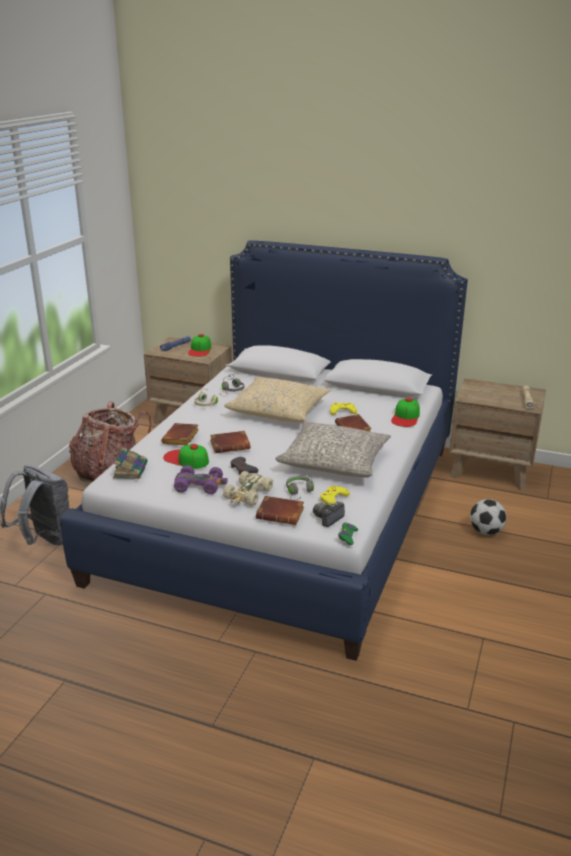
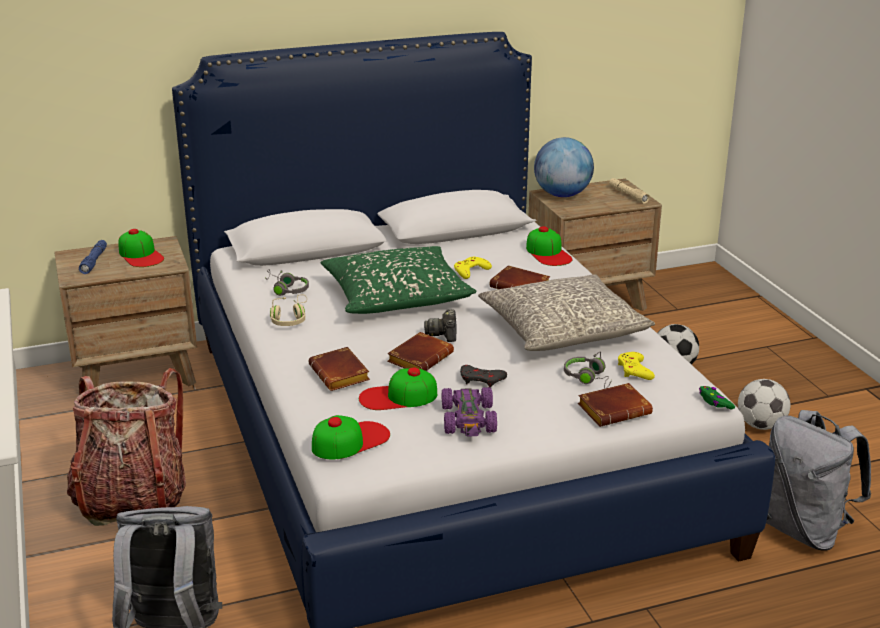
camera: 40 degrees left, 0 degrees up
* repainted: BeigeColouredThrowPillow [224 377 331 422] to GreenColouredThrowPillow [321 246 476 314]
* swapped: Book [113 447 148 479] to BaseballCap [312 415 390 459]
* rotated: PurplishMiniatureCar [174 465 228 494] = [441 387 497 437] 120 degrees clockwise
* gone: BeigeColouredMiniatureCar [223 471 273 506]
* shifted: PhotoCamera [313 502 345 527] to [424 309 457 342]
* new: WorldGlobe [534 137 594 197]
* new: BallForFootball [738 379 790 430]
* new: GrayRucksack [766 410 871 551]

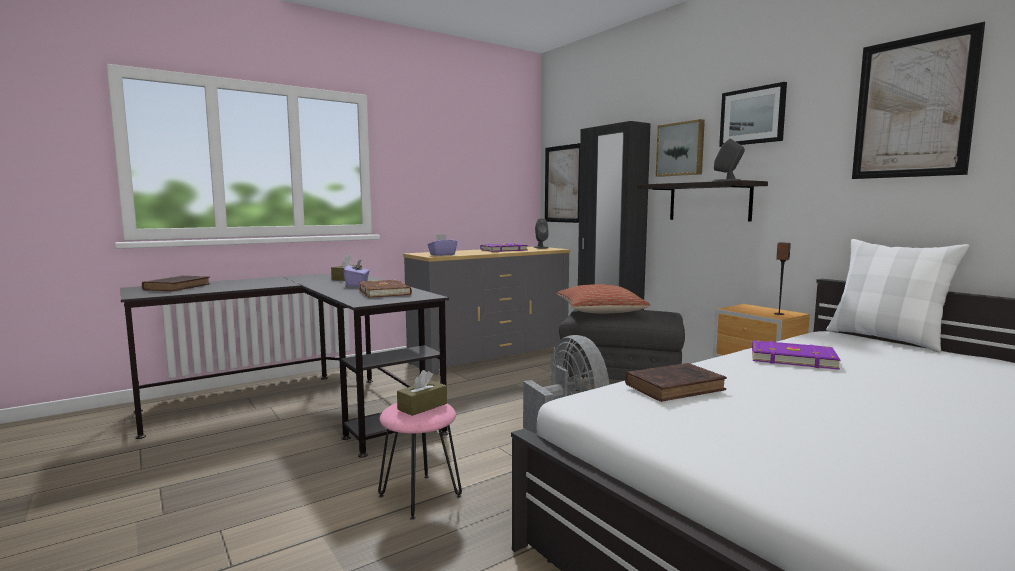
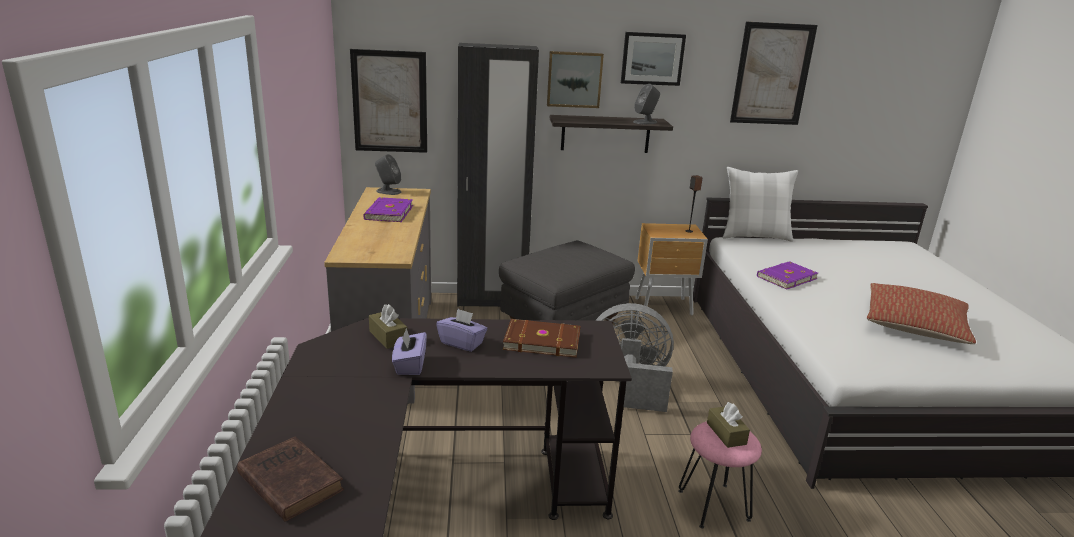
camera: 60 degrees left, 15 degrees up
* shifted: PurplishBoxOfTissues [427 234 457 256] to [392 328 427 375]
* shifted: ThrowPillow [557 284 651 313] to [867 283 976 344]
* gone: BrownColouredBook [625 363 727 402]

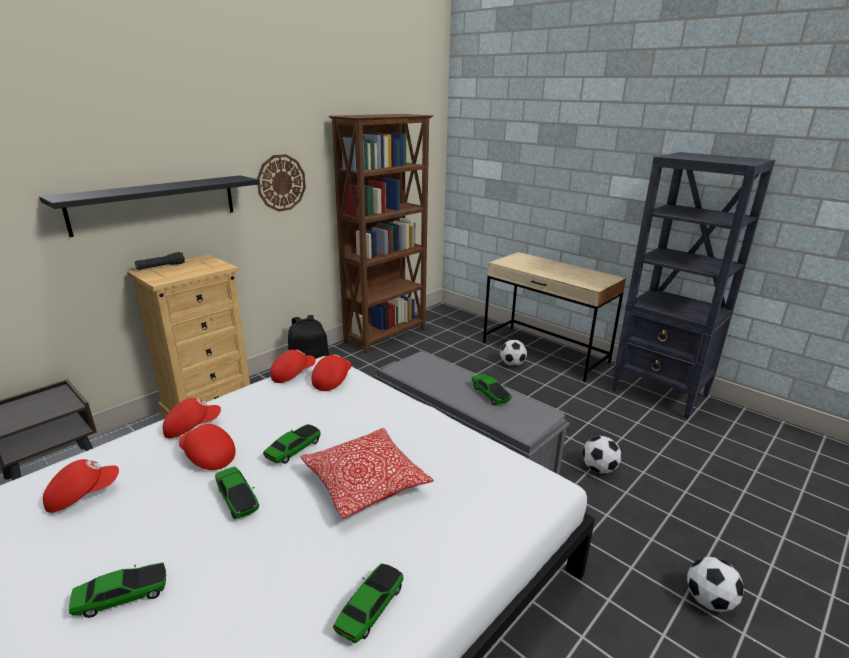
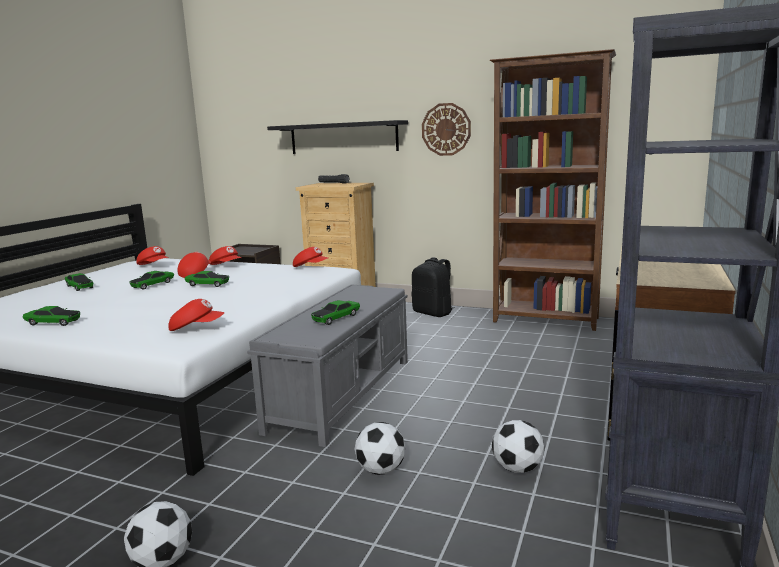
camera: 70 degrees right, 10 degrees down
* shifted: BallForFootball [500 340 527 366] to [492 420 544 473]
* shifted: RedBaseballCap [311 354 351 391] to [168 299 225 331]
* gone: ThrowPillow [300 428 434 519]

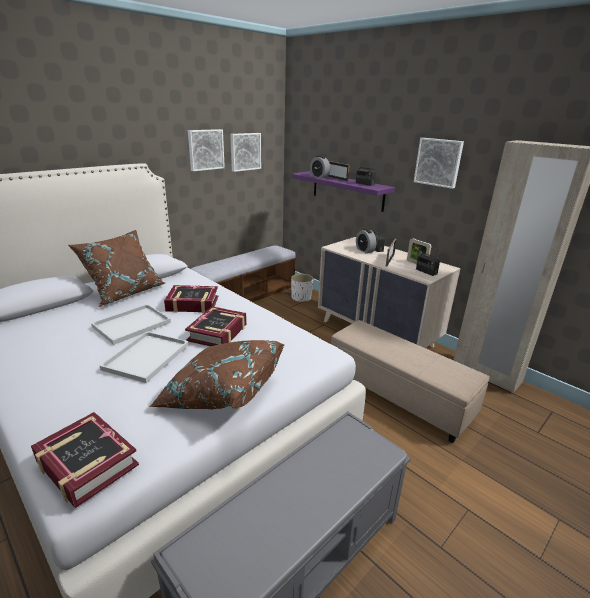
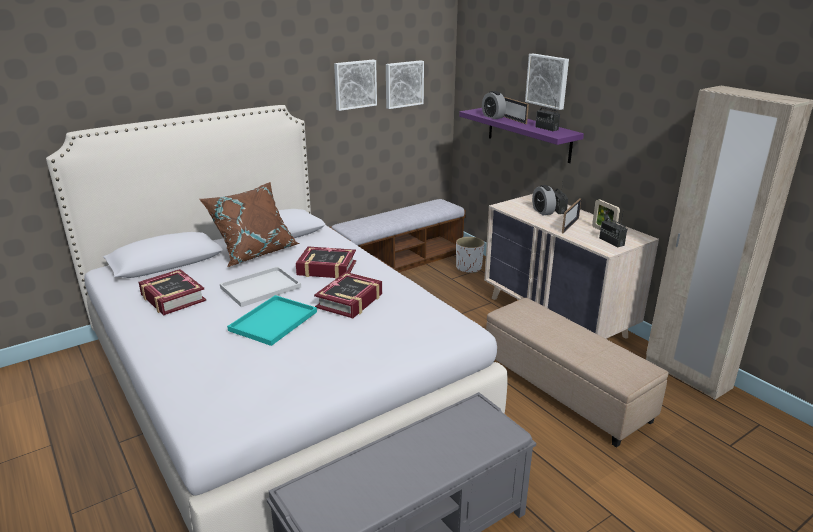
camera: 10 degrees right, 0 degrees up
* shifted: Picture [414 138 464 189] to [525 54 569 110]
* repainted: WhiteColouredServingTray [100 332 189 383] to TurquoiseColouredServingTray [227 295 317 346]
* gone: BrownColouredThrowPillow [149 340 285 409]
* shifted: Book [31 412 139 508] to [139 269 206 315]

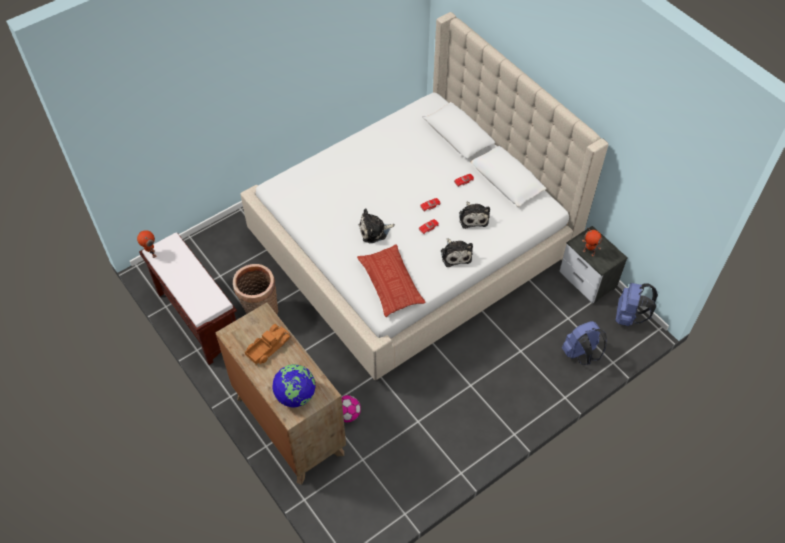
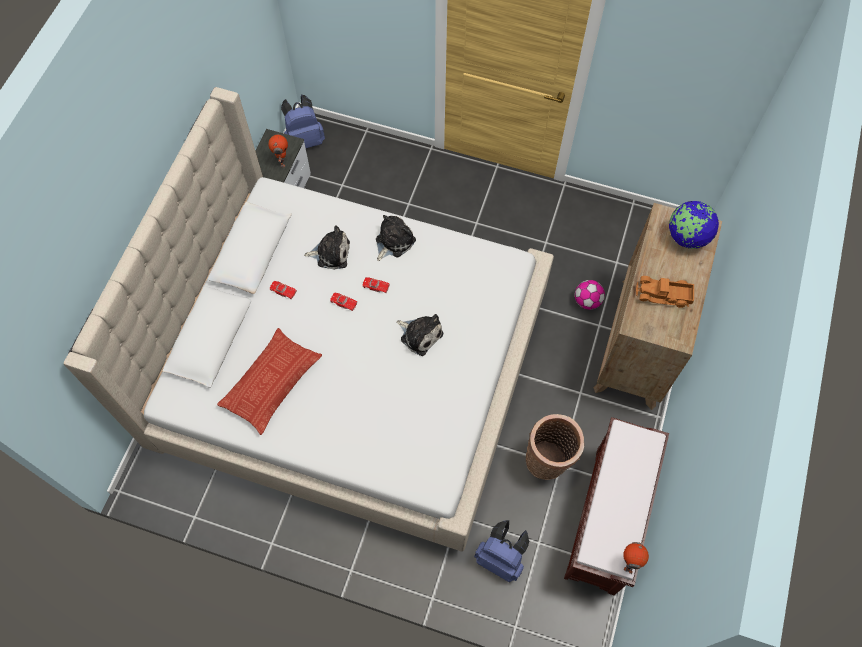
camera: 125 degrees left, 10 degrees up
* rotated: CuddlyToy [459 202 490 229] = [304 225 350 270] 45 degrees clockwise
* shifted: ThrowPillow [357 244 426 317] to [217 328 322 435]
* shifted: BlueColouredRucksack [562 321 607 365] to [474 520 529 582]

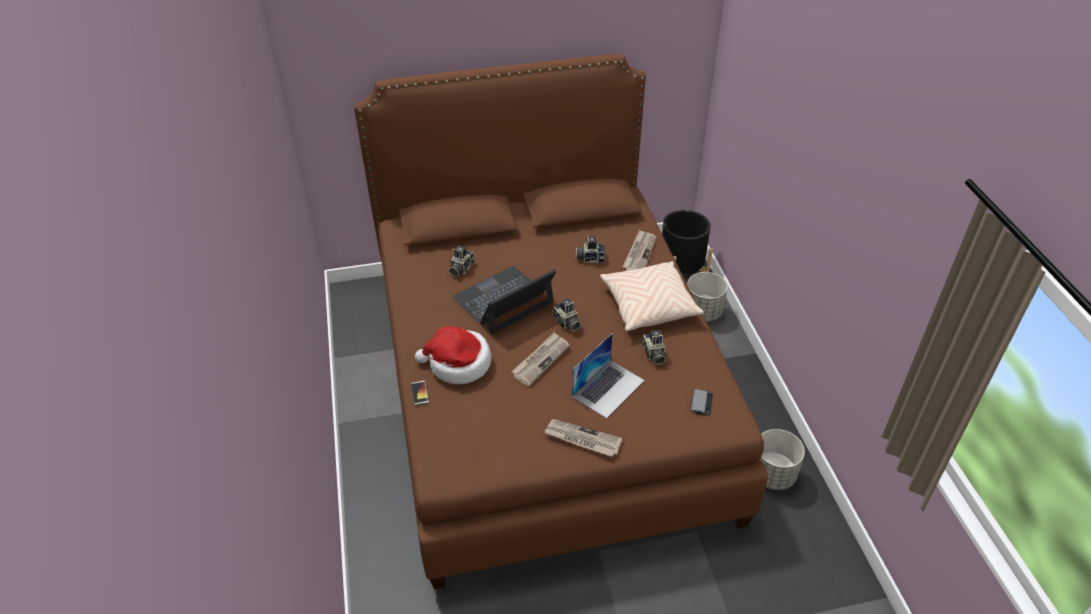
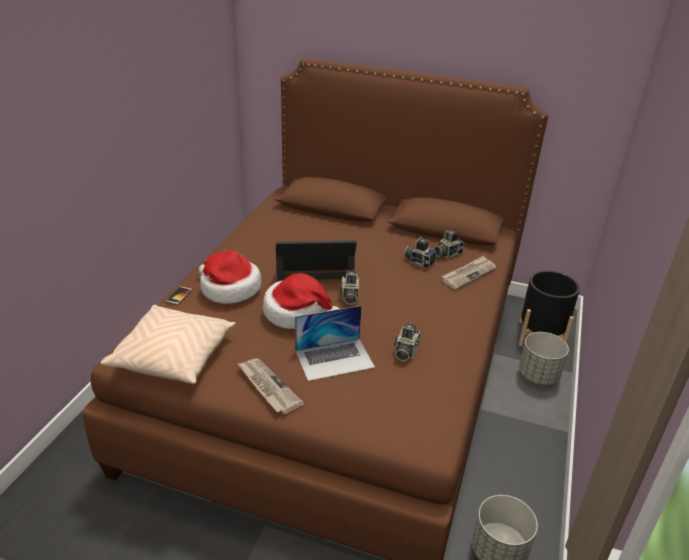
camera: 30 degrees right, 10 degrees down
* shifted: PhotoCamera [449 245 474 277] to [434 230 464 258]
* shifted: BeigeColouredThrowPillow [600 261 703 331] to [100 305 236 384]
* swapped: PrintedPaper [511 332 569 386] to WearableHat [263 273 339 329]
* gone: Handset [690 388 713 416]

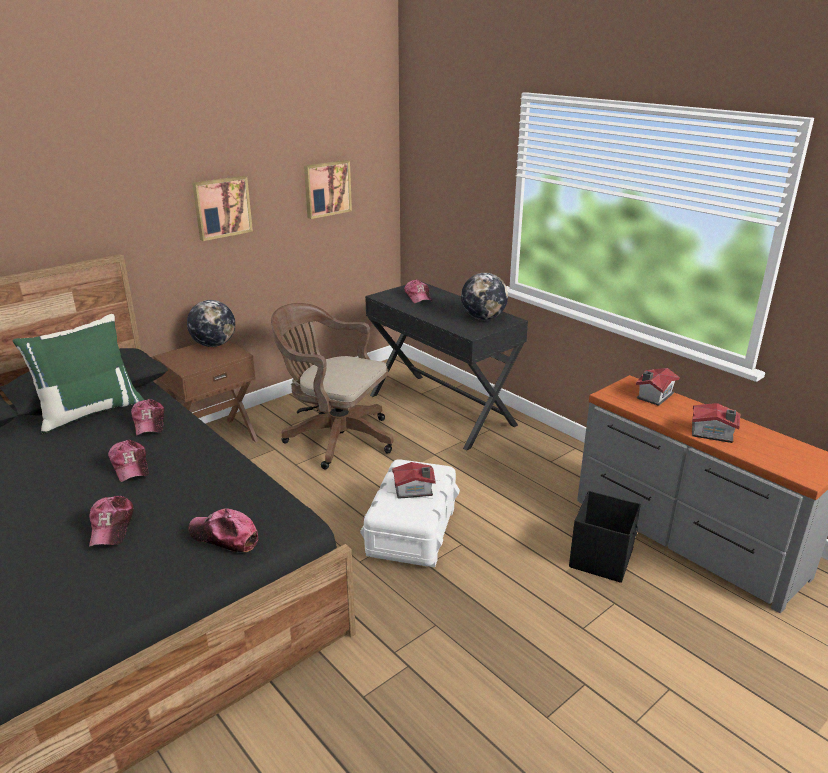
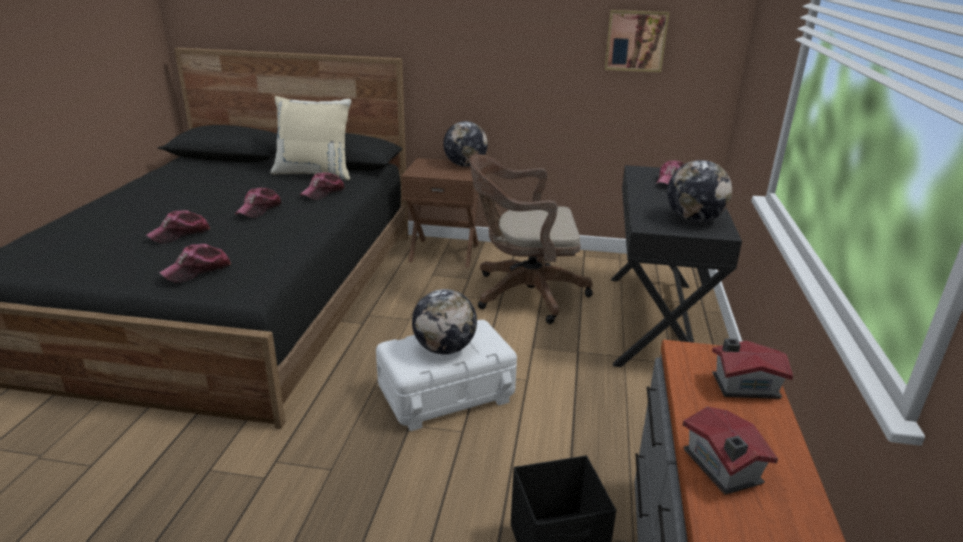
camera: 50 degrees right, 0 degrees up
* gone: Picture [192 176 253 241]
* rotated: BrownColouredComputerChair [271 303 394 469] = [469 154 593 324] 75 degrees counterclockwise
* repainted: GreenColouredThrowPillow [12 314 144 434] to BeigeColouredThrowPillow [270 96 352 180]
* swapped: ToyHouse [392 462 435 499] to WorldGlobe [412 289 477 354]
* rotated: BaseballCap [188 508 258 552] = [160 244 231 283] 120 degrees counterclockwise

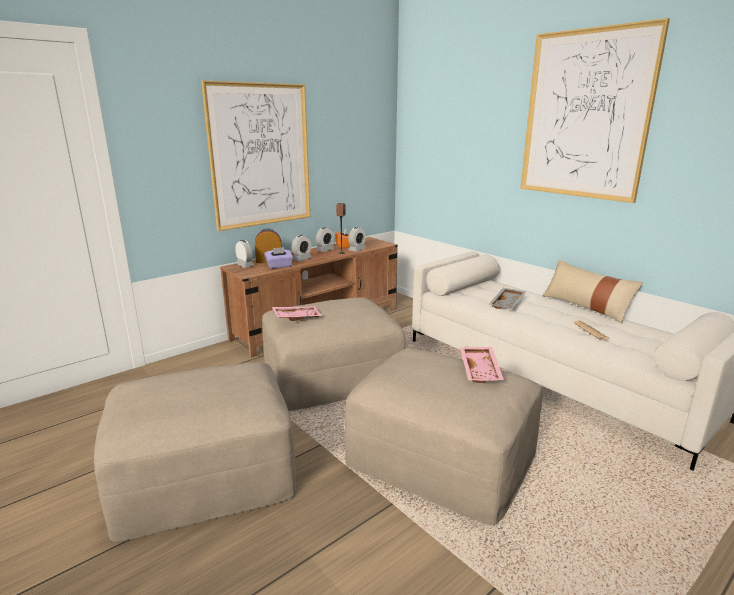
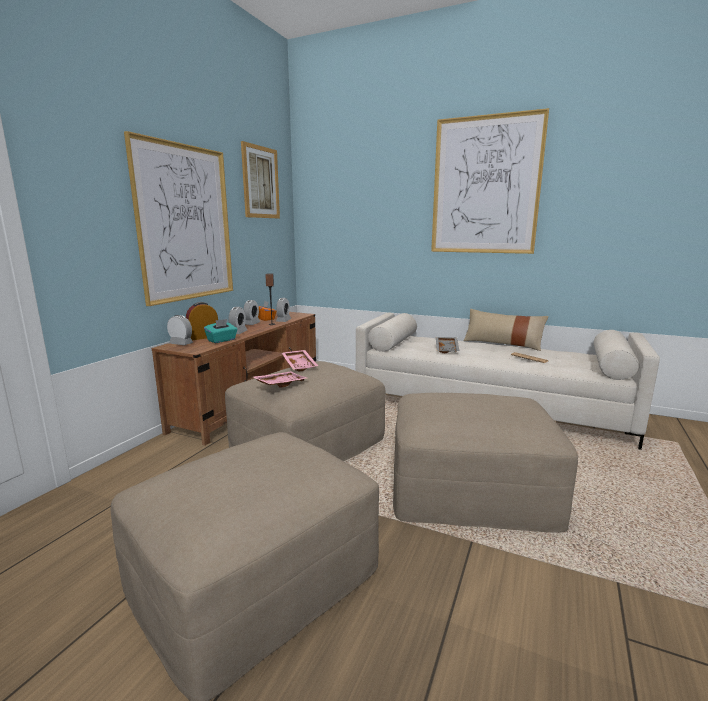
camera: 25 degrees left, 5 degrees down
* repainted: PurplishBoxOfTissues [264 247 293 269] to TurquoiseColouredBoxOfTissues [204 319 238 343]
* shifted: PinkishServingTray [460 347 504 383] to [282 350 318 372]
* new: Picture [241 141 280 218]

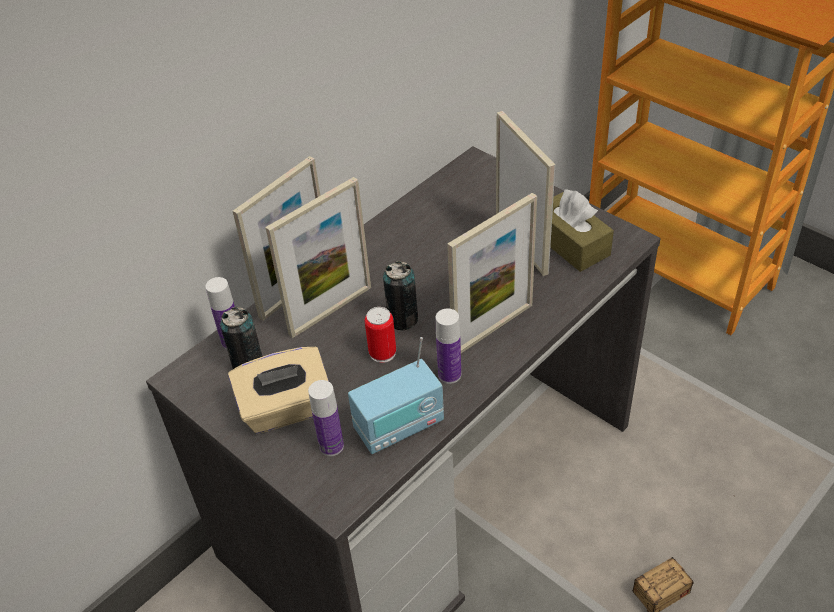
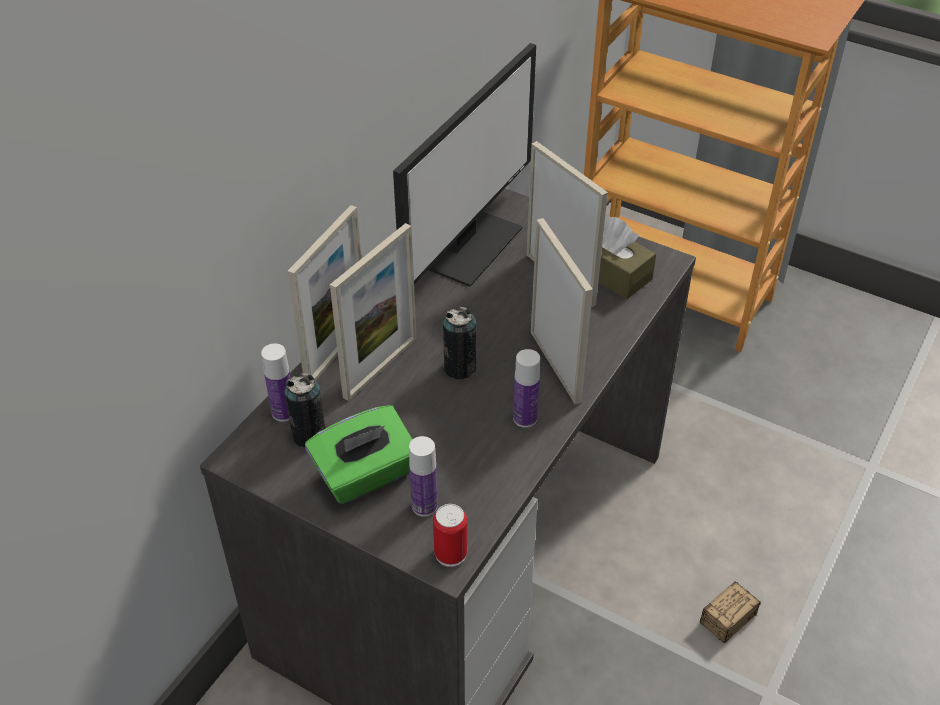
camera: 15 degrees left, 0 degrees up
* rotated: PictureFrame [447 193 537 353] = [531 218 593 404] 60 degrees counterclockwise
* shifted: MetalCan [365 307 396 363] to [433 504 467 567]
* gone: RadioSet [348 337 444 454]
* repainted: BeigeColouredBoxOfTissues [228 347 329 434] to GreenColouredBoxOfTissues [305 405 413 504]
* new: ComputerDisplay [393 43 536 287]

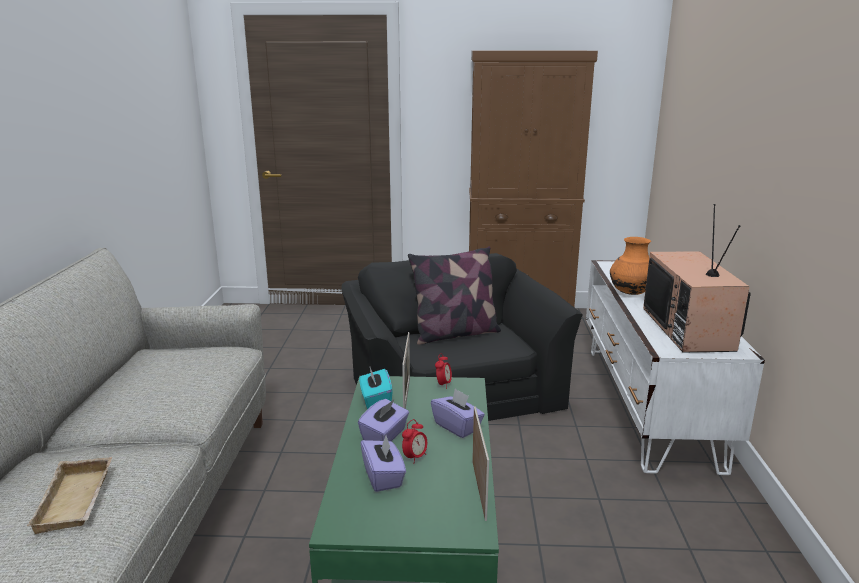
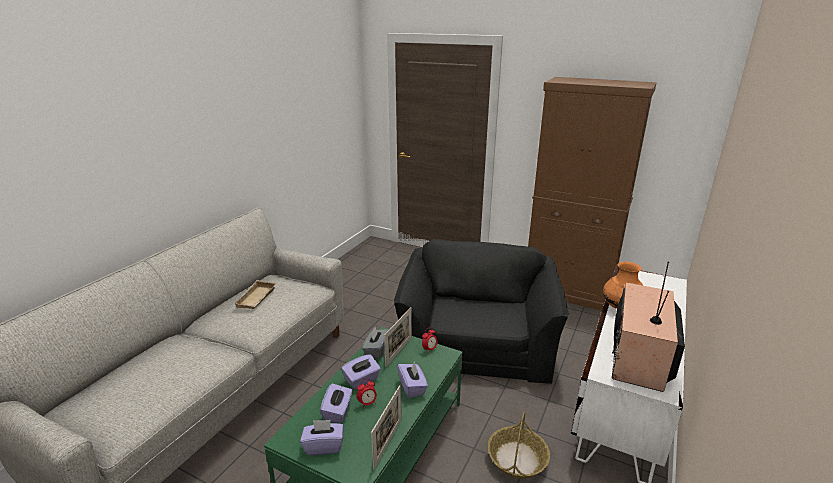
camera: 25 degrees right, 5 degrees up
* gone: ThrowPillow [408 246 501 345]
* repainted: TurquoiseColouredBoxOfTissues [359 367 393 409] to GrayBoxOfTissues [362 327 389 359]
* shifted: BeigeColouredServingTray [27 457 112 534] to [234 280 277 309]
* new: Basket [488 412 550 479]
* new: PurplishBoxOfTissues [300 420 343 455]

